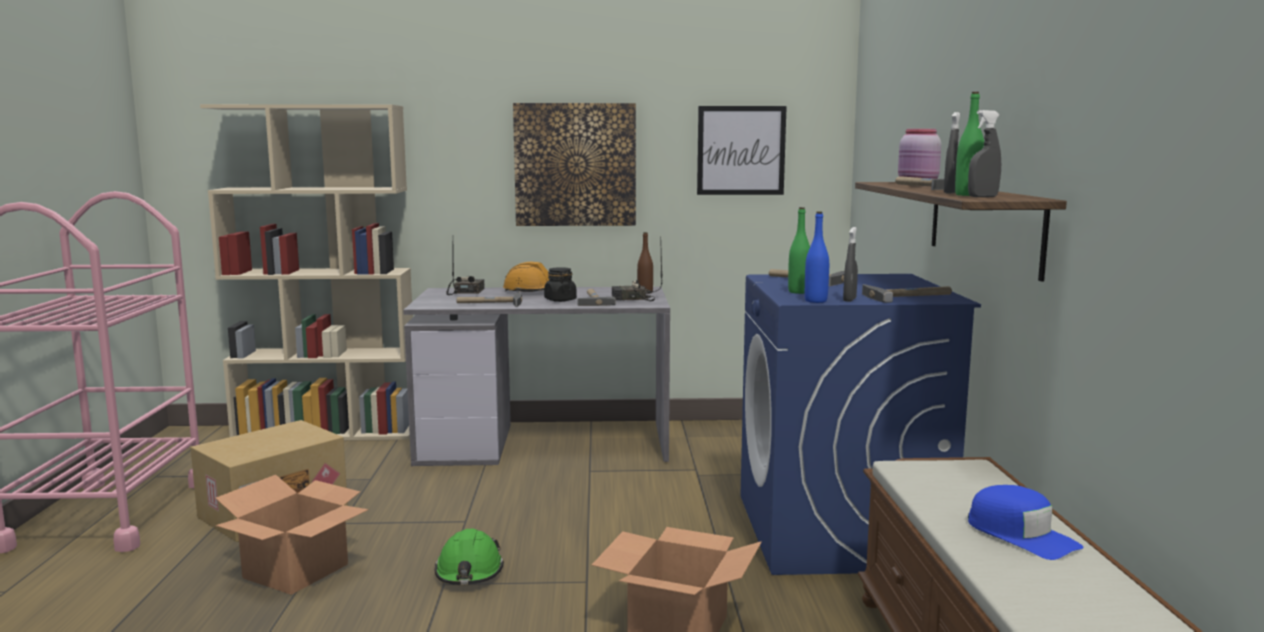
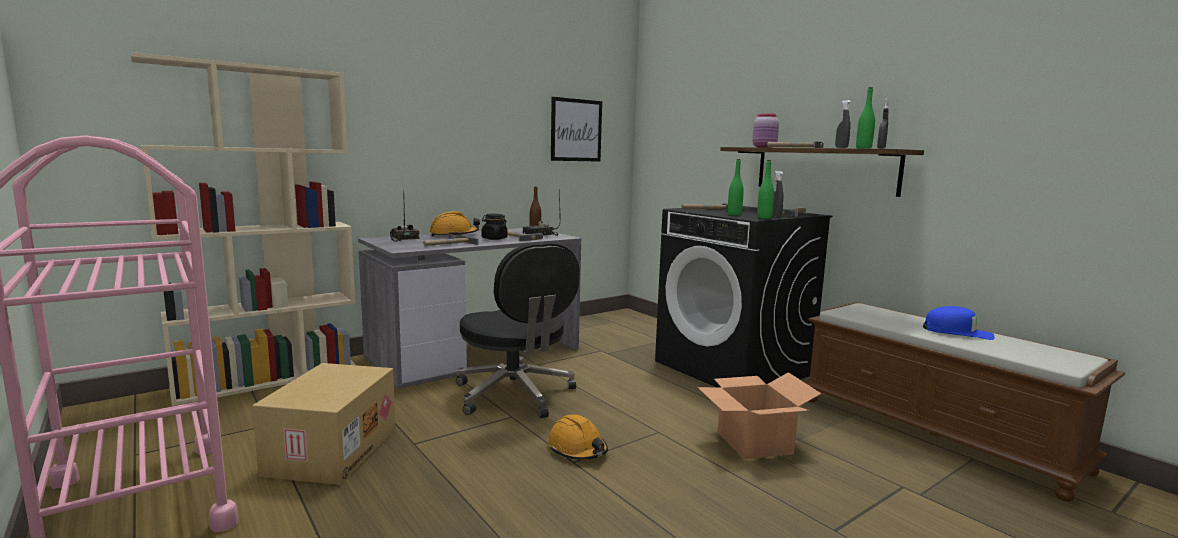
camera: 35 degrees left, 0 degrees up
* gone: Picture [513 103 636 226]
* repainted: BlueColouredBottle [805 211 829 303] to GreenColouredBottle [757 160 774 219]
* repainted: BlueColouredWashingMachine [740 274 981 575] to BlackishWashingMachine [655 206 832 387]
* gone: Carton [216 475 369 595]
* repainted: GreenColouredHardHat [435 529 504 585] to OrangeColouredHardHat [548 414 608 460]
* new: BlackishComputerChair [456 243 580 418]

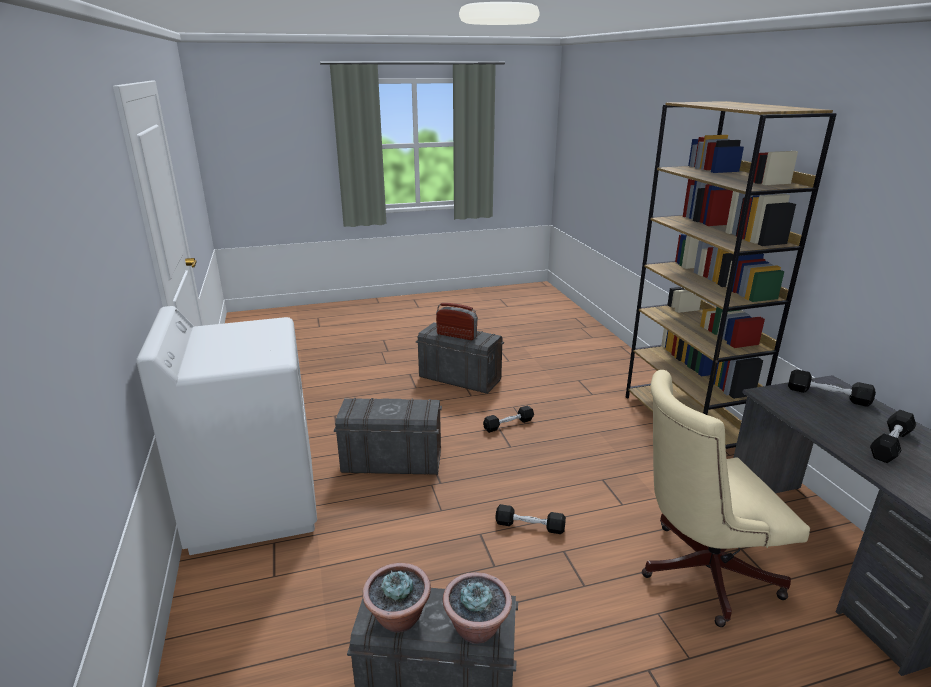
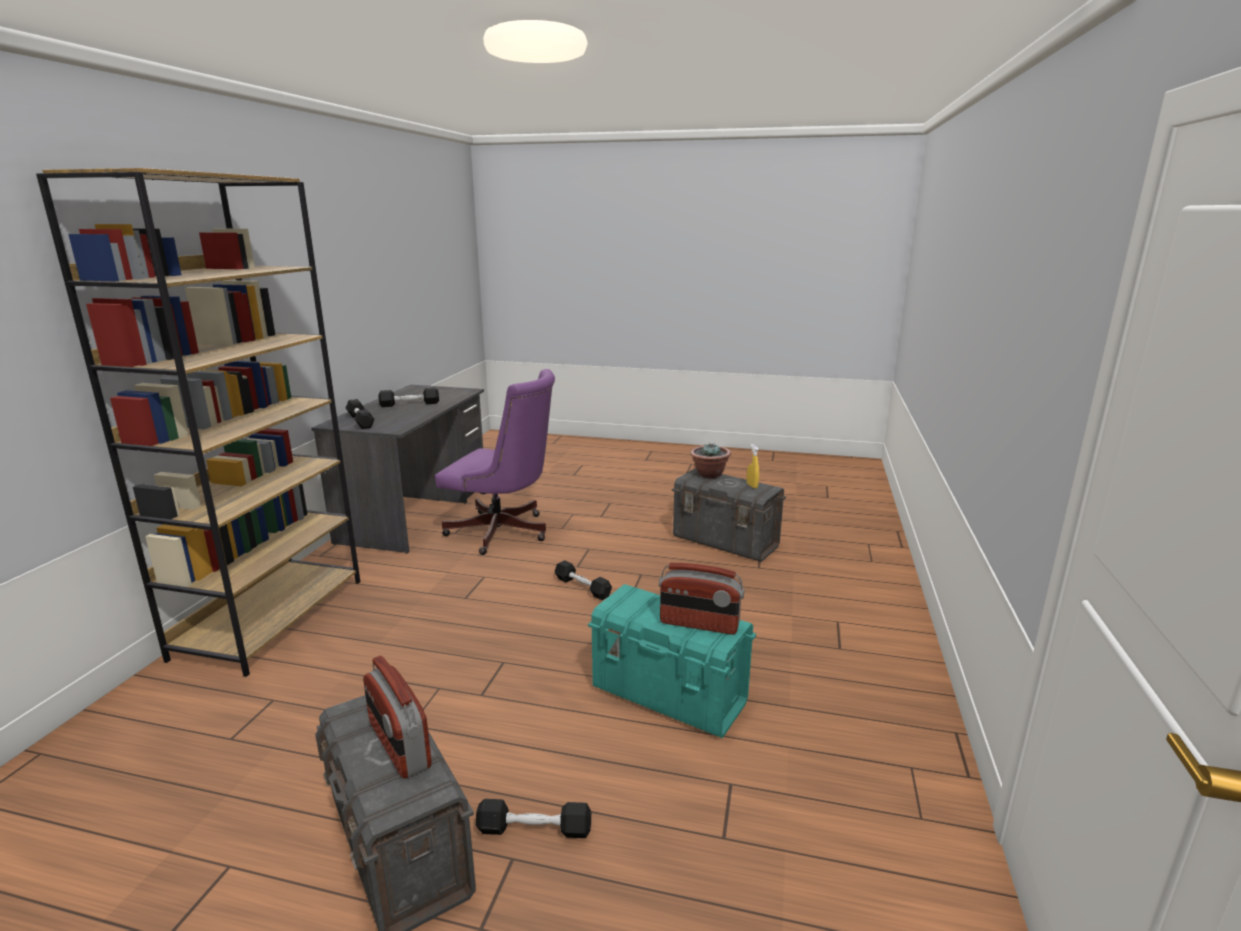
camera: 150 degrees left, 5 degrees down
* gone: WhiteColouredWashingMachine [136 306 317 555]
* repainted: BeigeColouredComputerChair [642 370 810 627] to PurplishComputerChair [435 369 555 555]
* repainted: GrayStorageBin [334 398 442 475] to TurquoiseColouredStorageBin [588 584 756 738]
* shifted: BlackishFreeWeight [483 405 534 433] to [476 799 591 838]
* swapped: PottedPlant [362 563 431 633] to YellowSprayBottle [747 444 759 488]
* new: RadioSet [659 563 744 635]

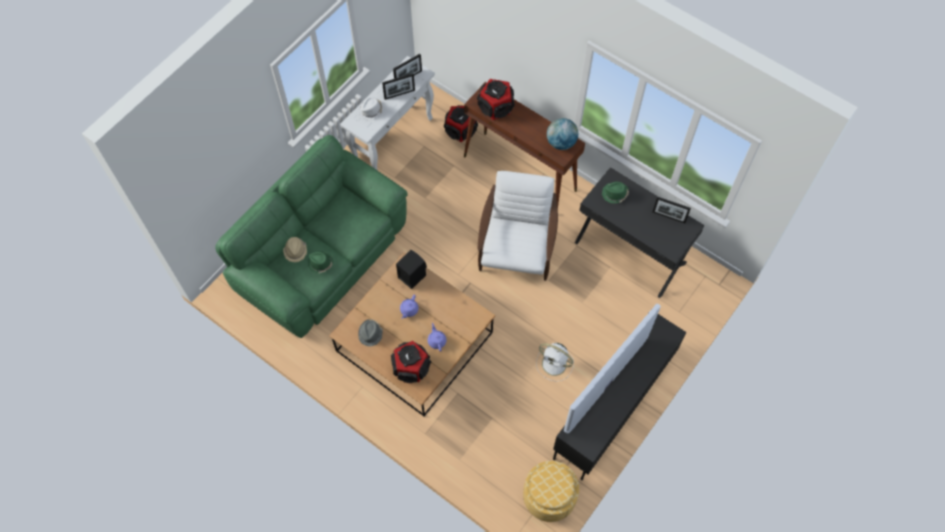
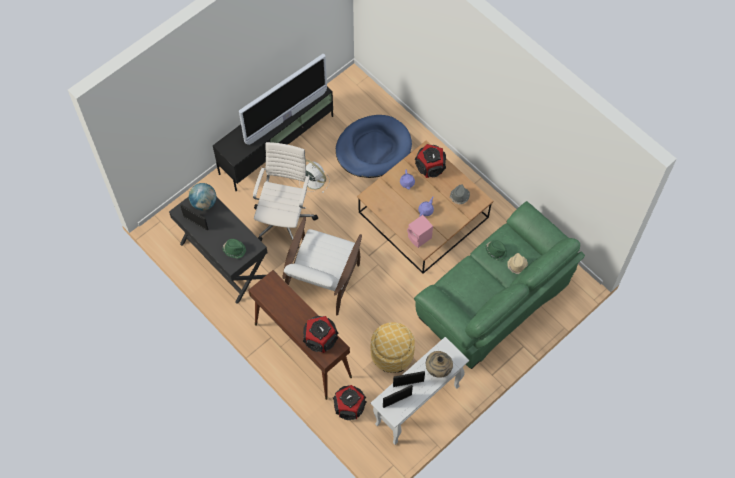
camera: 170 degrees left, 0 degrees up
* swapped: WhiteColouredWearableHat [358 97 382 121] to BeigeColouredDecorativeVase [426 351 453 378]
* shifted: WorldGlobe [547 118 578 150] to [189 183 216 210]
* repainted: BlackishLoudspeaker [396 250 427 289] to PinkishLoudspeaker [407 215 433 248]
* shifted: Ottoman [523 461 579 522] to [370 322 415 373]
* new: BlueColouredDogCushion [336 115 412 178]
* new: WhiteColouredComputerChair [253 142 318 248]

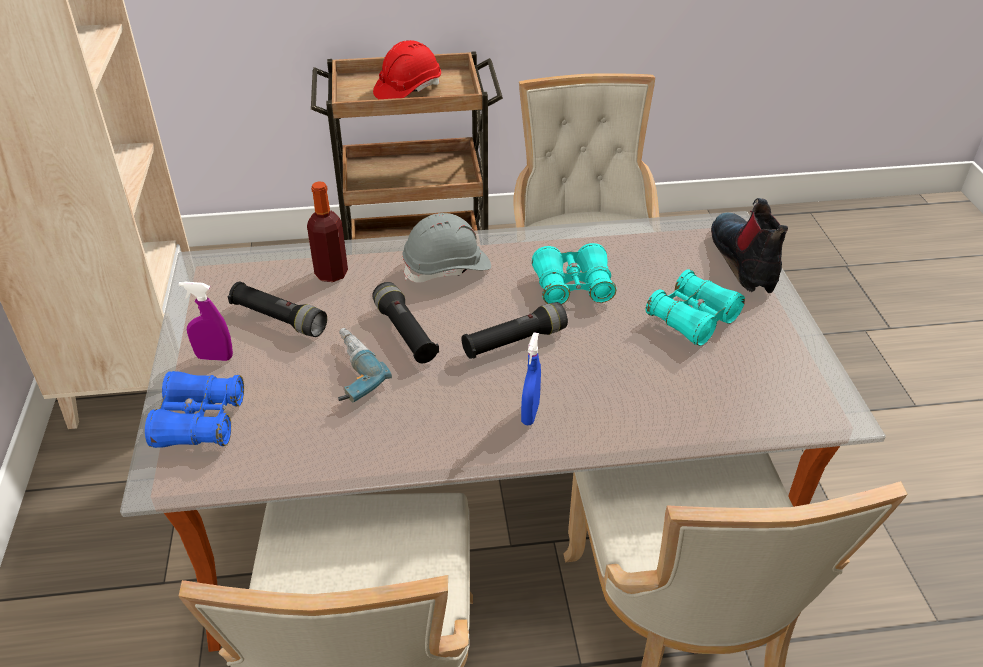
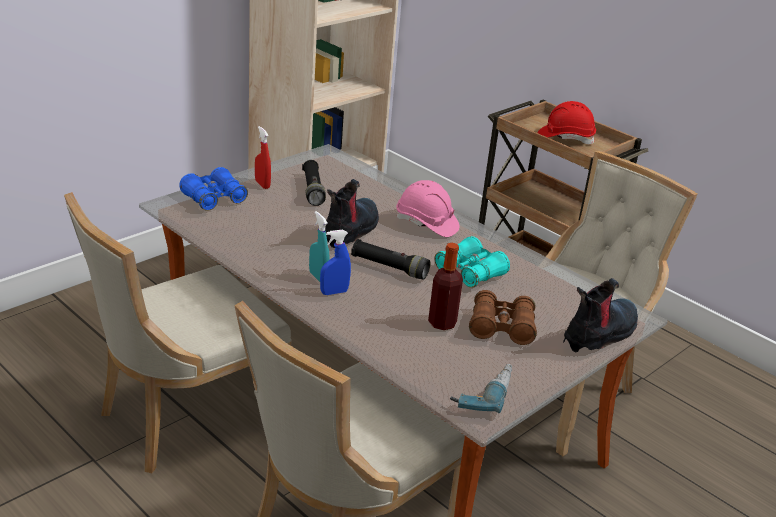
camera: 50 degrees right, 10 degrees down
* shifted: Bottle [307 181 348 282] to [428 243 463 330]
* repainted: GrayHardHat [403 213 491 283] to PinkishHardHat [396 180 460 237]
* repainted: TurquoiseColouredBinoculars [646 269 745 346] to BrownColouredBinoculars [469 290 537 345]
* repainted: PurplishSprayBottle [179 281 233 361] to RedSprayBottle [255 126 271 189]
* swapped: BlackishFlashlight [372 282 439 363] to TallBoot [325 179 379 248]
* shifted: PowerDrill [338 328 392 403] to [450 364 512 414]
* new: TurquoiseColouredSprayBottle [309 211 330 282]

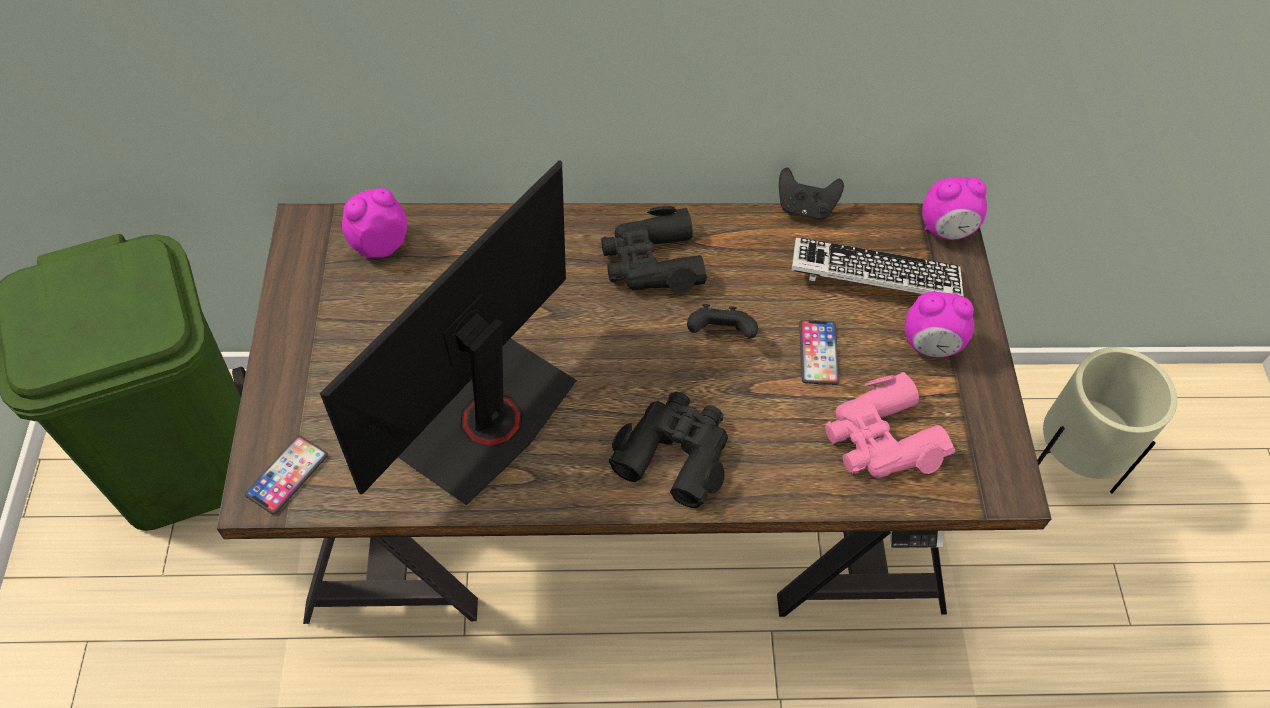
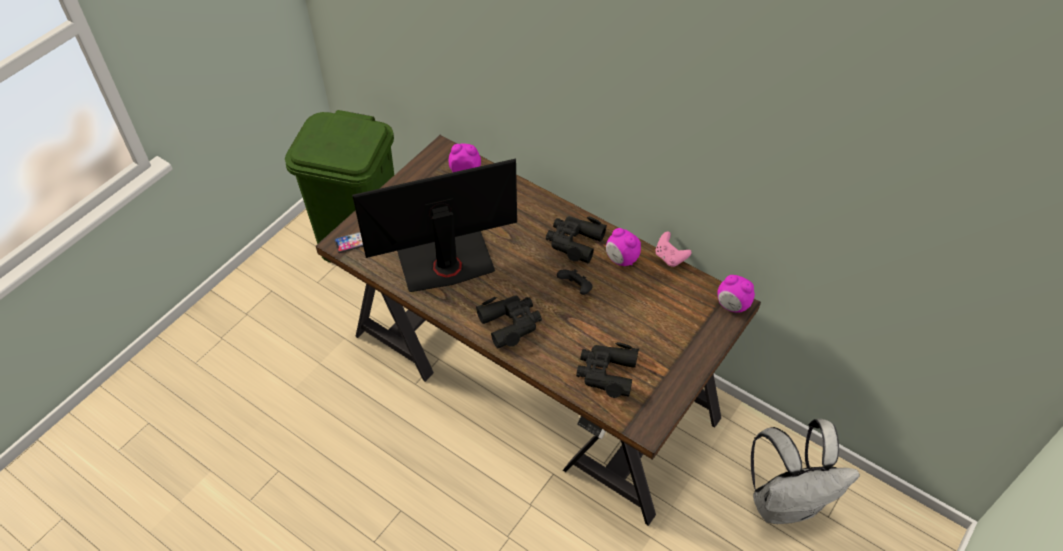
camera: 40 degrees right, 5 degrees down
* repainted: BlackishGamepad [779 168 844 220] to PinkishGamepad [656 231 692 267]
* gone: Keyboard [791 238 964 297]
* shifted: AlarmClock [905 292 974 358] to [606 228 641 266]
* gone: Handset [799 320 839 385]
* swapped: BeigeColouredFlowerPot [1037 347 1177 494] to WhiteColouredRucksack [751 419 860 524]
* repainted: PinkishBinoculars [825 372 955 478] to BlackishBinoculars [576 342 639 398]

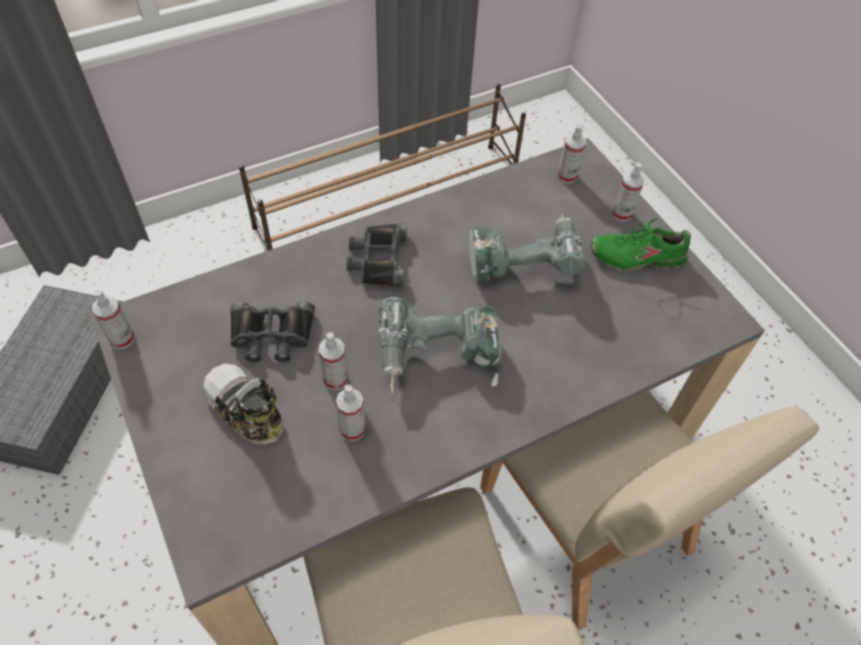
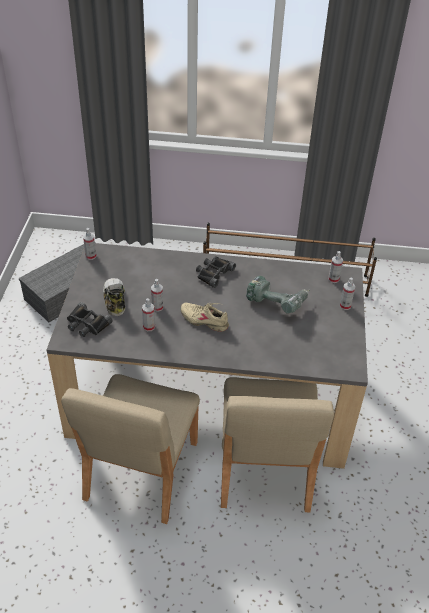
camera: 35 degrees right, 10 degrees down
* gone: GreenColouredItemOfFootwear [590 218 691 272]
* swapped: PowerDrill [378 297 501 393] to BeigeColouredItemOfFootwear [180 303 229 332]
* shifted: BlackishBinoculars [230 301 315 362] to [67 302 113 337]

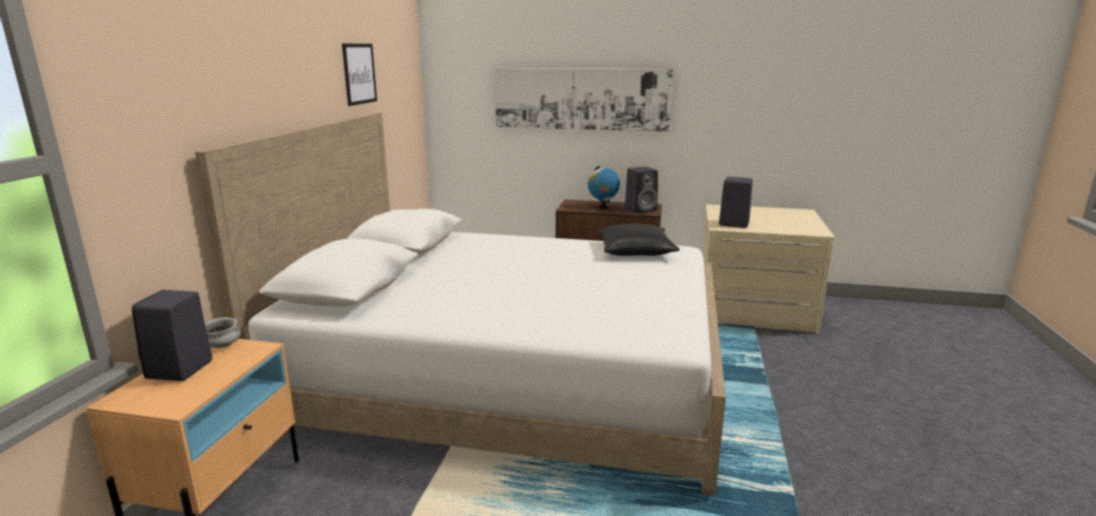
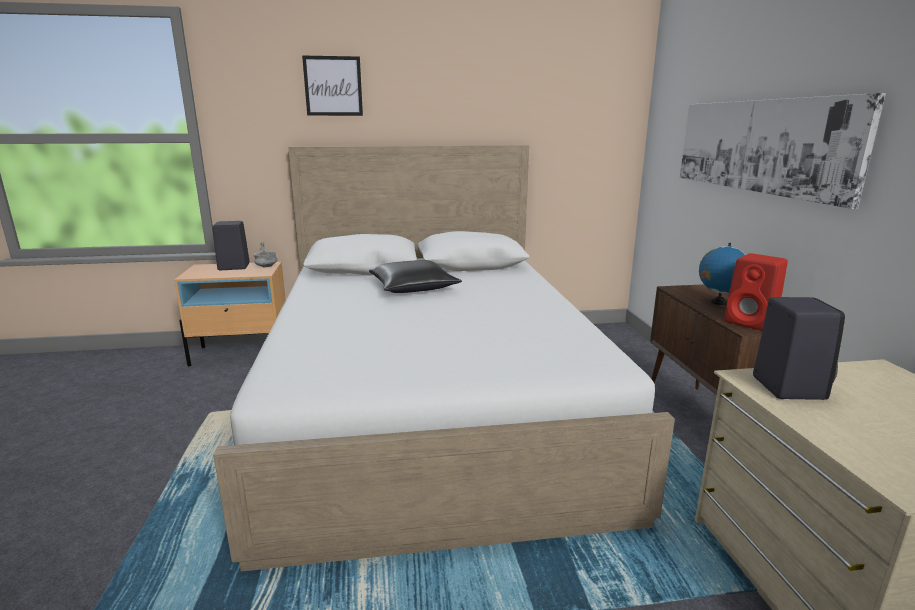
camera: 70 degrees right, 0 degrees up
* shifted: Picture [342 44 377 106] to [302 56 363 116]
* repainted: BlackishLoudspeaker [625 166 658 213] to RedLoudspeaker [724 253 788 330]
* shifted: BlackishThrowPillow [598 224 680 256] to [369 260 462 293]

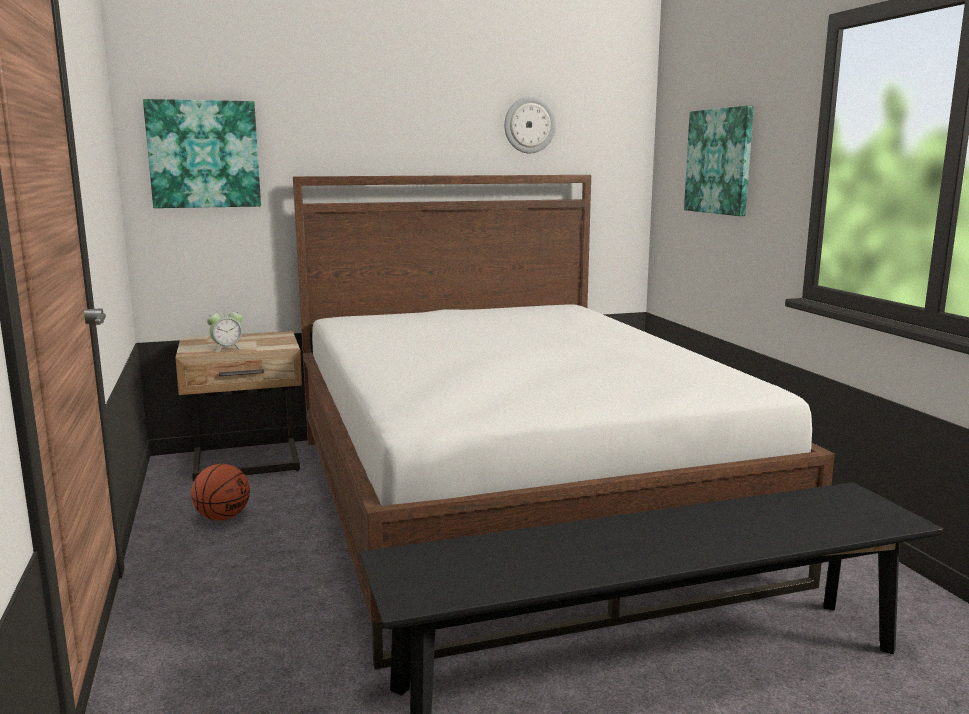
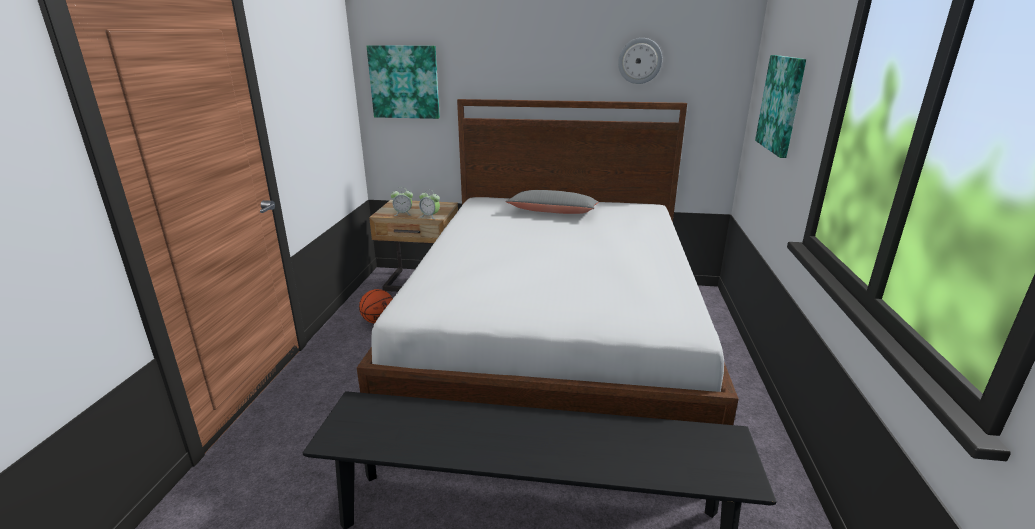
camera: 25 degrees right, 10 degrees up
* new: AlarmClock [419 190 440 219]
* new: GrayThrowPillow [505 190 598 214]

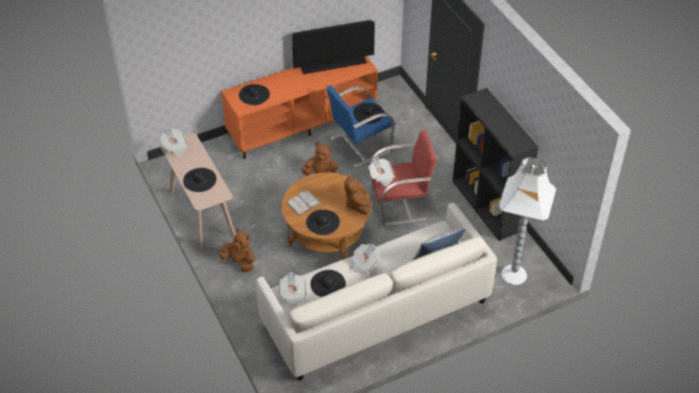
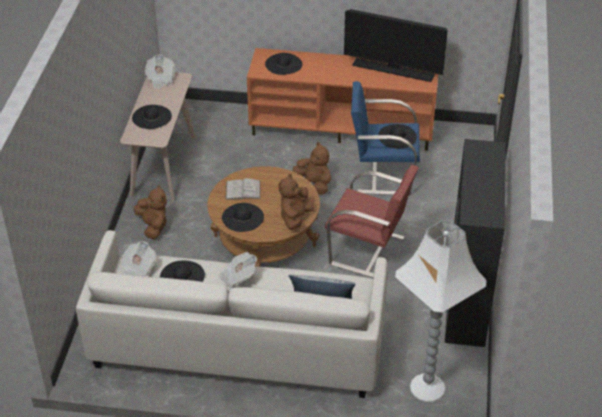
camera: 35 degrees right, 5 degrees down
* gone: PrintedPaper [368 158 395 187]

